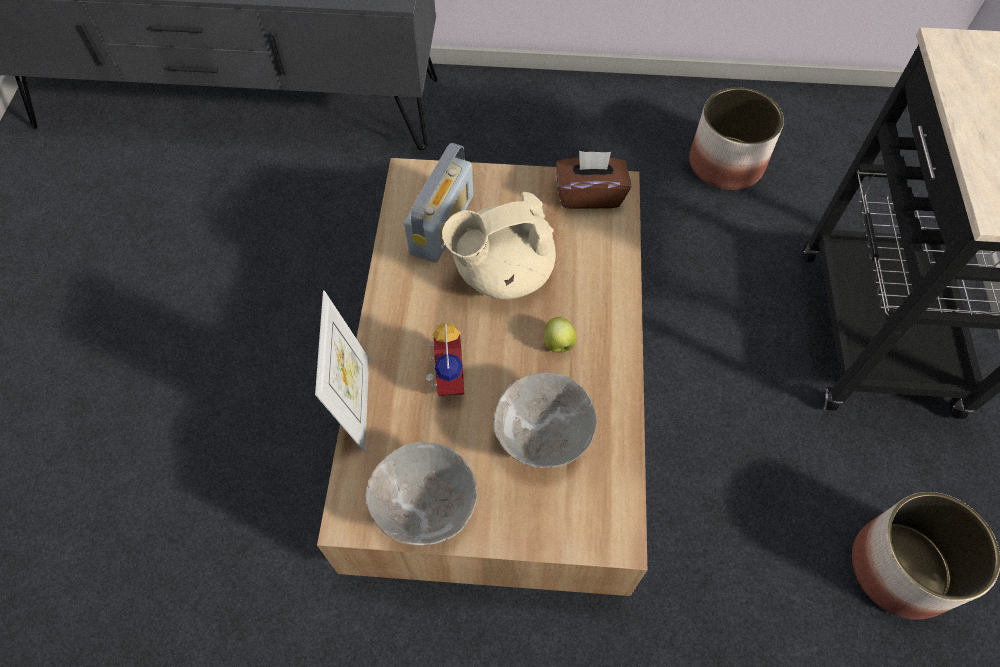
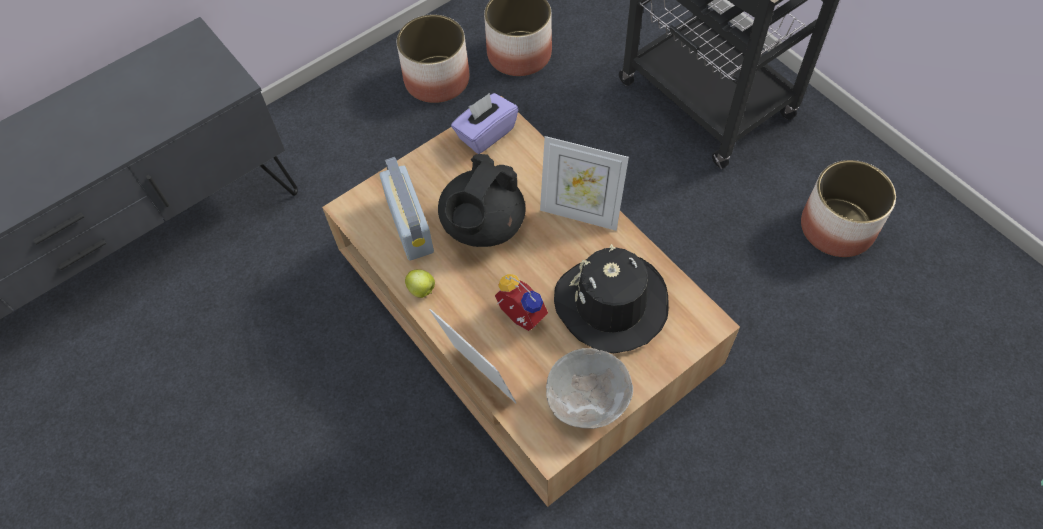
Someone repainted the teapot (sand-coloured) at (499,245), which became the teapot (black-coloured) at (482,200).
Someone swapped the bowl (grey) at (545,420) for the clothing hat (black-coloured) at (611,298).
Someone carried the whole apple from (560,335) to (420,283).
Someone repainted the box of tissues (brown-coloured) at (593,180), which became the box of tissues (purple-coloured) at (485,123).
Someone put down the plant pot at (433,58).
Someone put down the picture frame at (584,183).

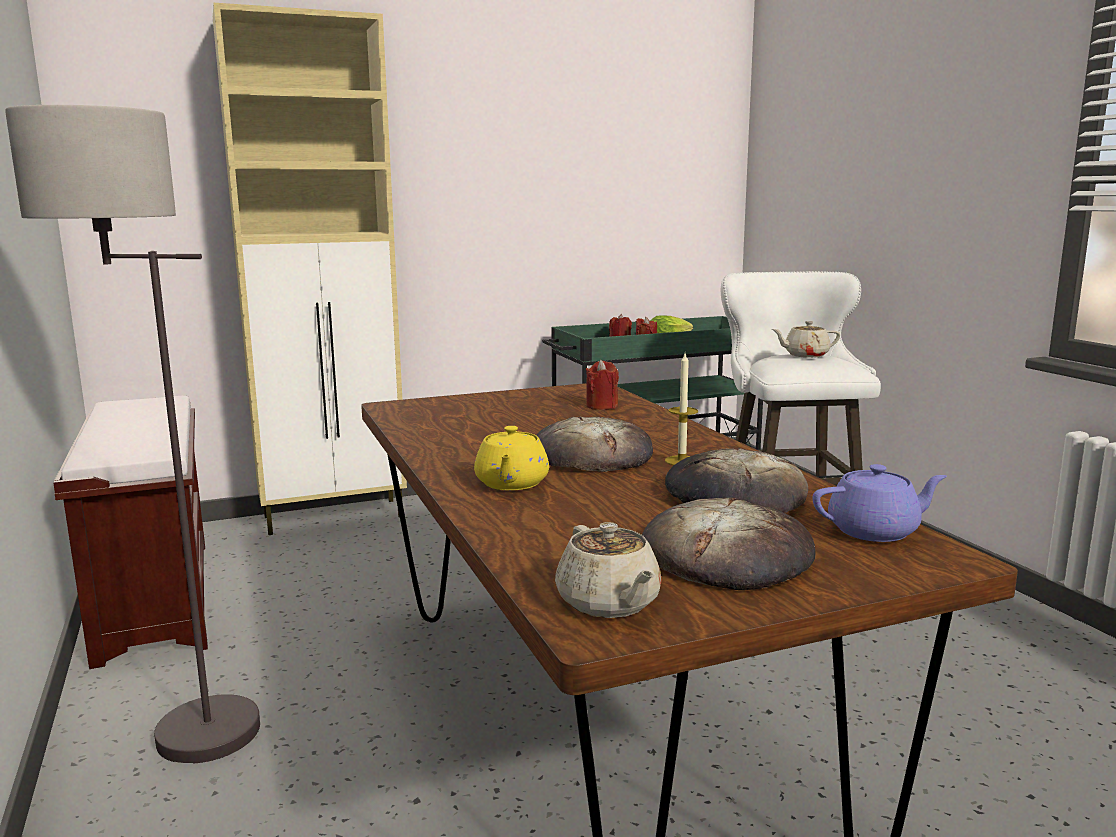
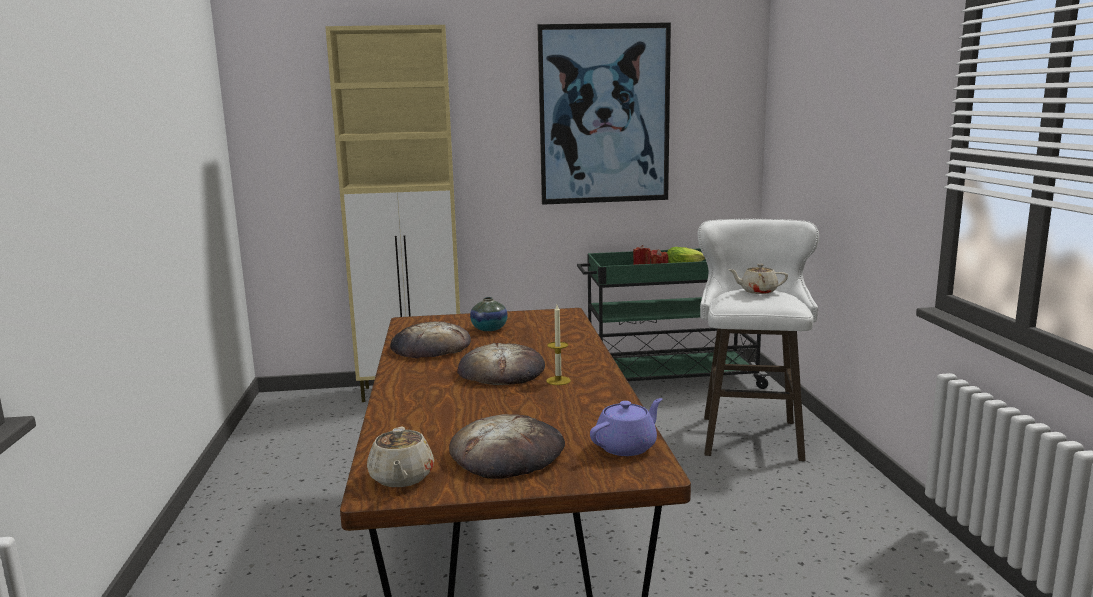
Someone took away the standard lamp (grey) at (132,434).
Someone took away the long seat (brown-coloured) at (130,532).
Someone took away the teapot (yellowish) at (511,458).
Someone took away the candle (red) at (602,385).
Someone carried the baked bread from (736,480) to (430,339).
Someone rotated the teapot (purple-coloured) at (879,503) by 45 degrees counterclockwise.
Someone put down the decorative vase at (489,314).
Someone put up the picture at (604,113).

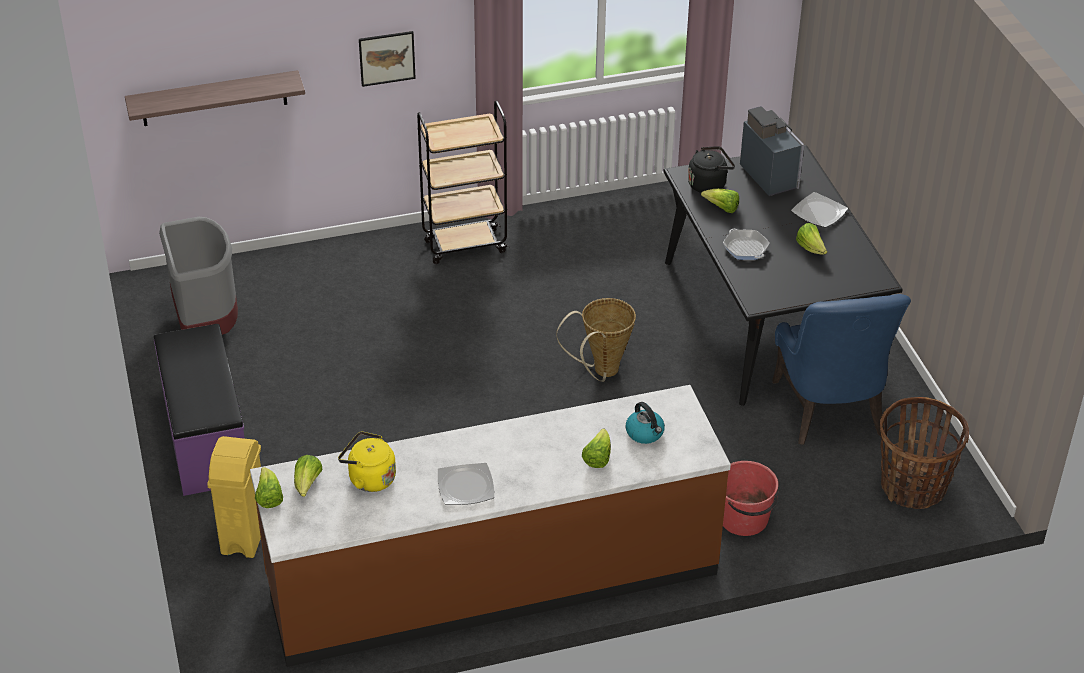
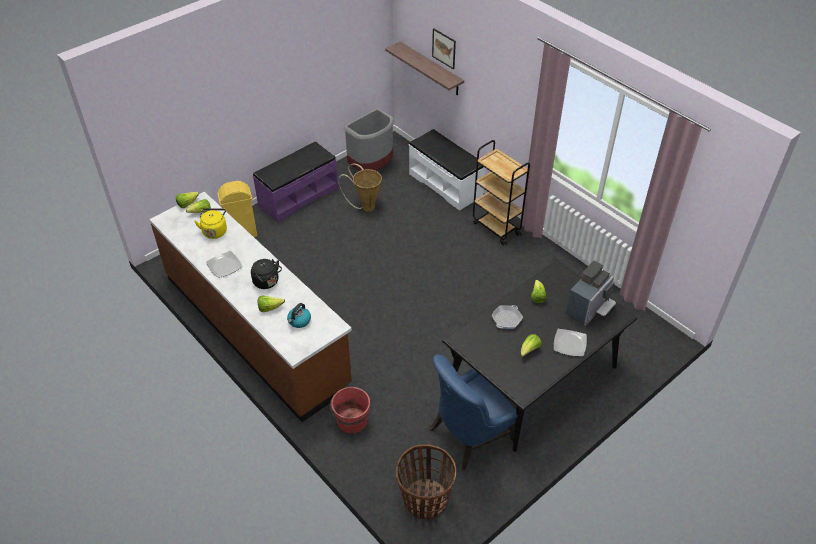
Someone carried the picture from (387,59) to (444,48).
Someone carried the household basket from (596,340) to (360,188).
Someone carried the water kettle (black-coloured) from (711,170) to (266,274).
Someone put down the long seat (white) at (447,170).

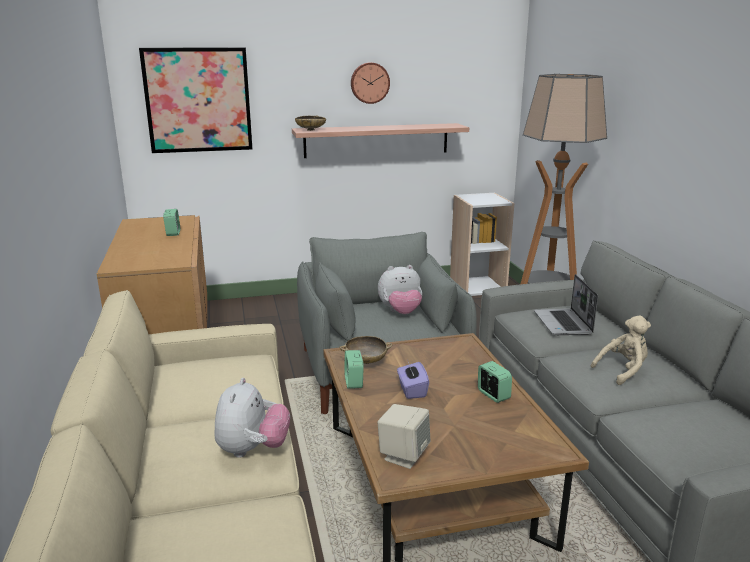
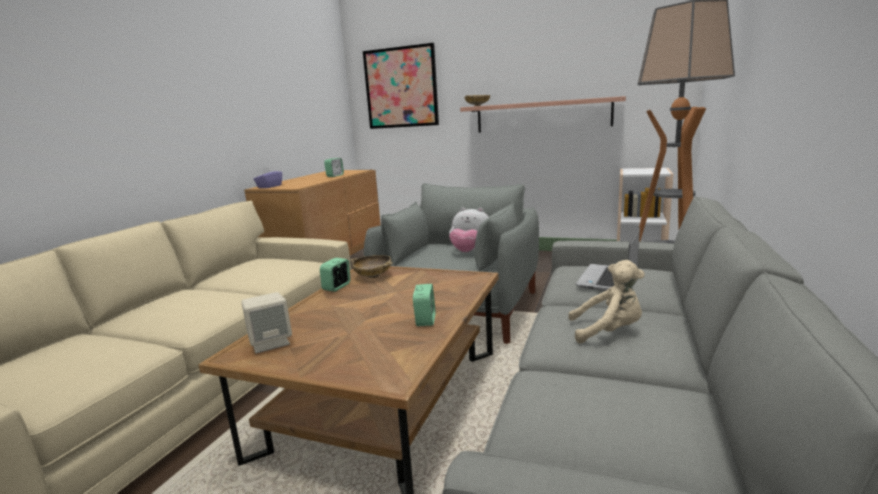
Someone took away the cuddly toy at (252,418).
Someone took away the hanging clock at (370,83).
Someone carried the box of tissues (purple-coloured) from (413,380) to (268,177).

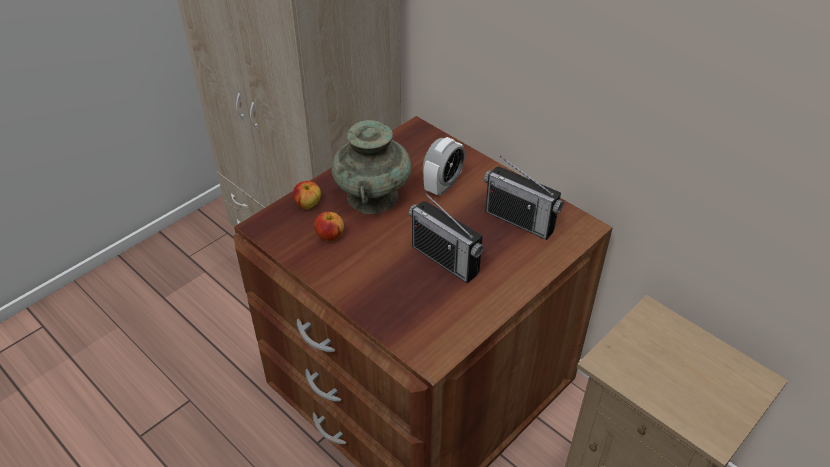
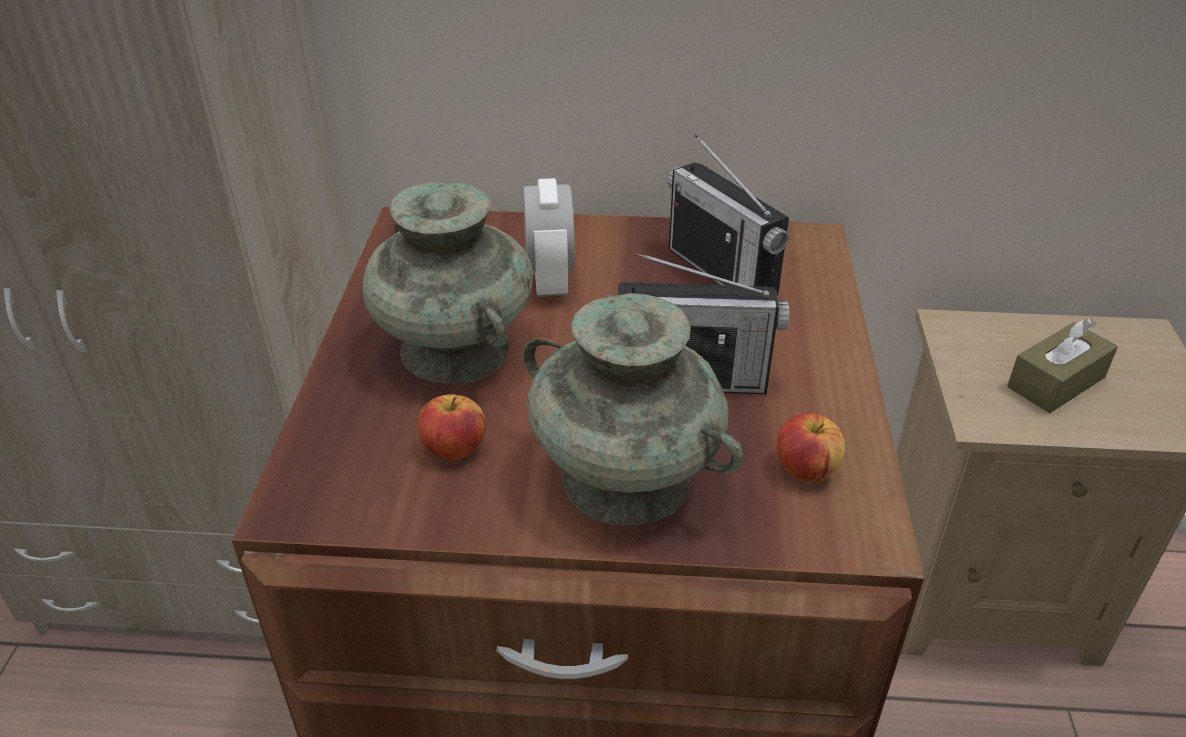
Someone carried the whole apple from (307,195) to (811,447).
Someone rotated the radio set at (524,198) by 60 degrees clockwise.
Someone put down the decorative vase (turquoise) at (632,409).
Someone put down the box of tissues (brown-coloured) at (1062,365).

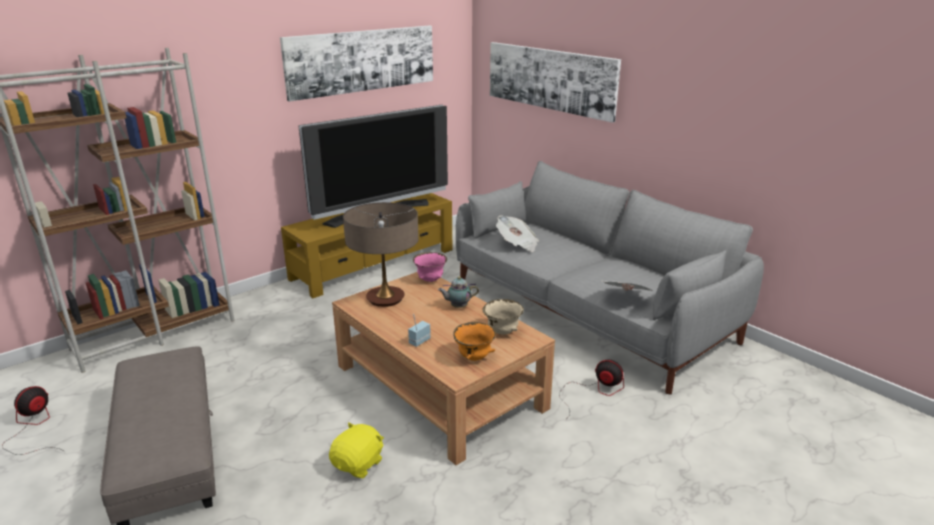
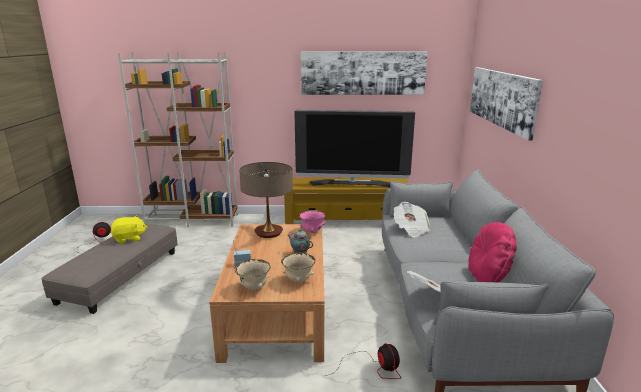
Someone carried the cuddly toy (yellowish) from (356,450) to (129,229).
Someone repainted the bowl (orange-coloured) at (474,341), which became the bowl (sand-coloured) at (253,274).
Someone put down the throw pillow (pink) at (492,252).

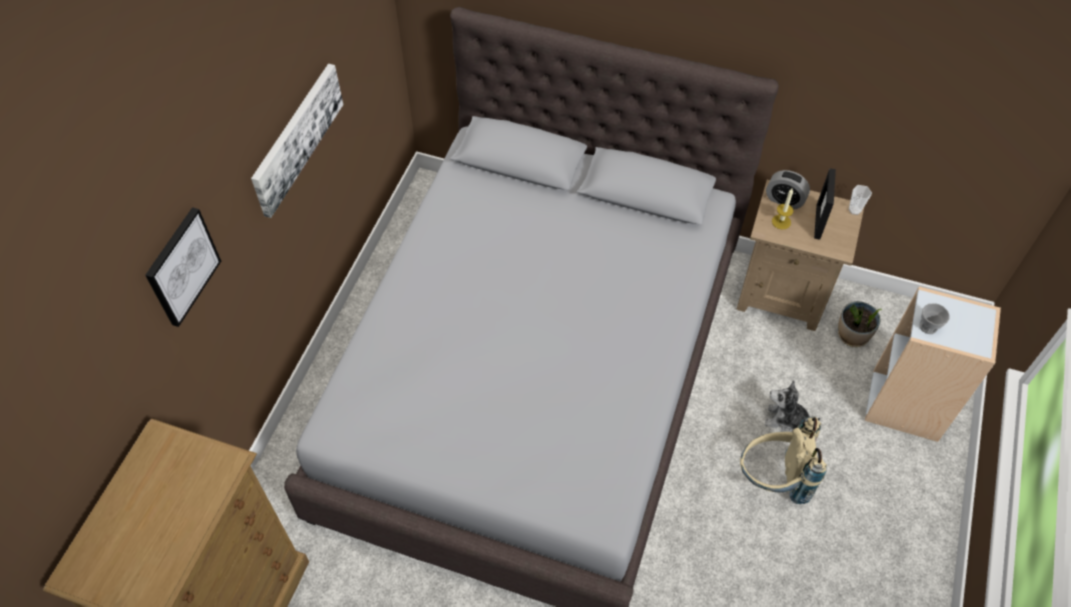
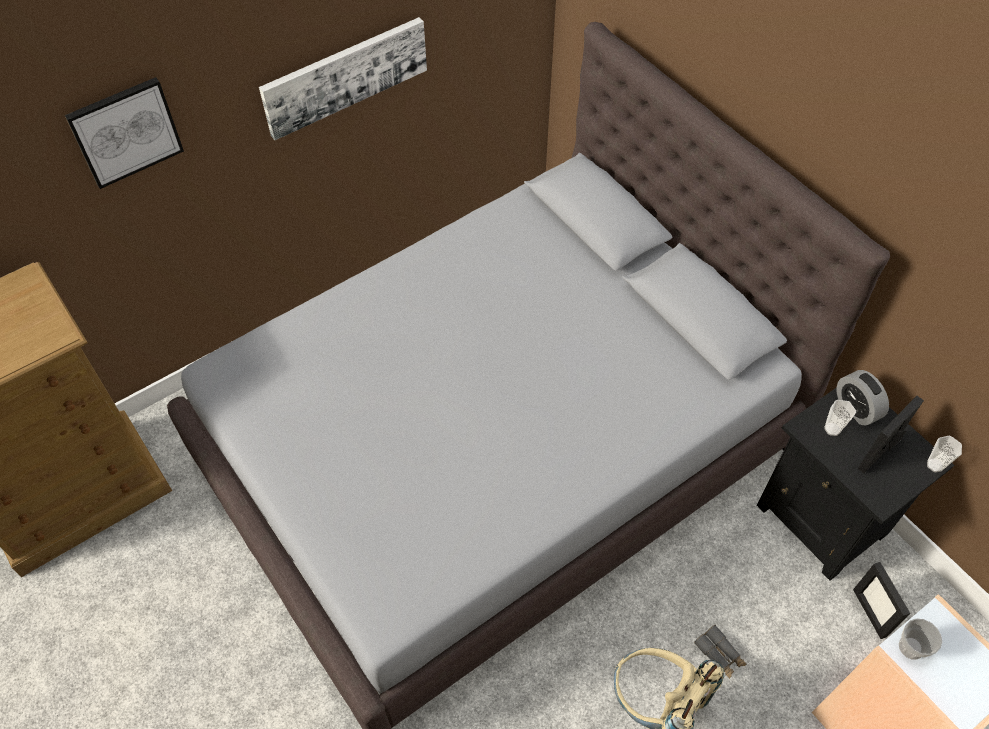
Someone repainted the nightstand (sand-coloured) at (800,255), which became the nightstand (black-coloured) at (855,484).
Someone swapped the cuddly toy at (792,406) for the pair of binoculars (grey) at (720,652).
Someone swapped the candle at (783,209) for the drinking cup at (840,418).
Someone swapped the potted plant at (860,324) for the picture frame at (881,600).

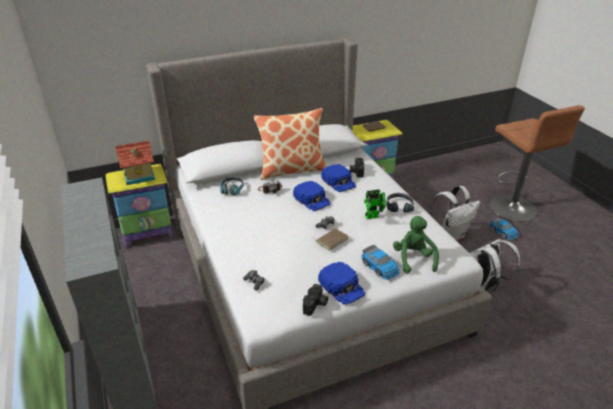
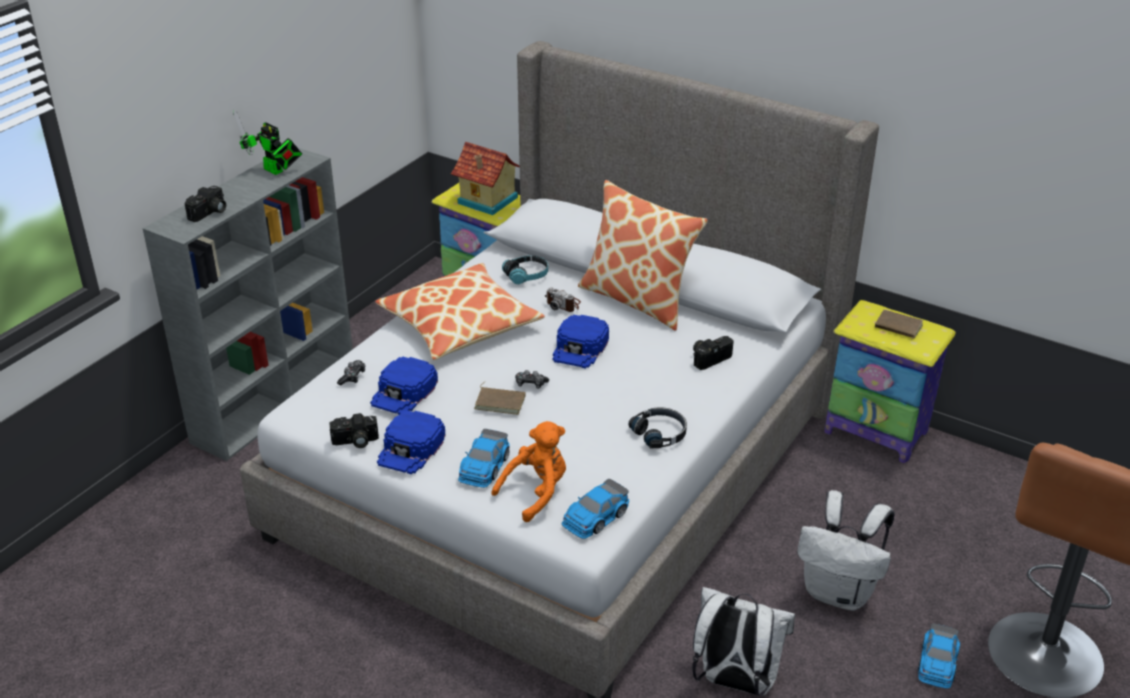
Someone carried the cap (blue-coloured) from (338,178) to (404,386).
Someone carried the robot figure from (375,204) to (267,142).
Someone repainted the cuddly toy (green-coloured) at (416,244), which became the cuddly toy (orange-coloured) at (528,471).
Someone put down the still camera at (205,204).
Someone put down the throw pillow at (460,311).
Someone put down the miniature car at (595,509).

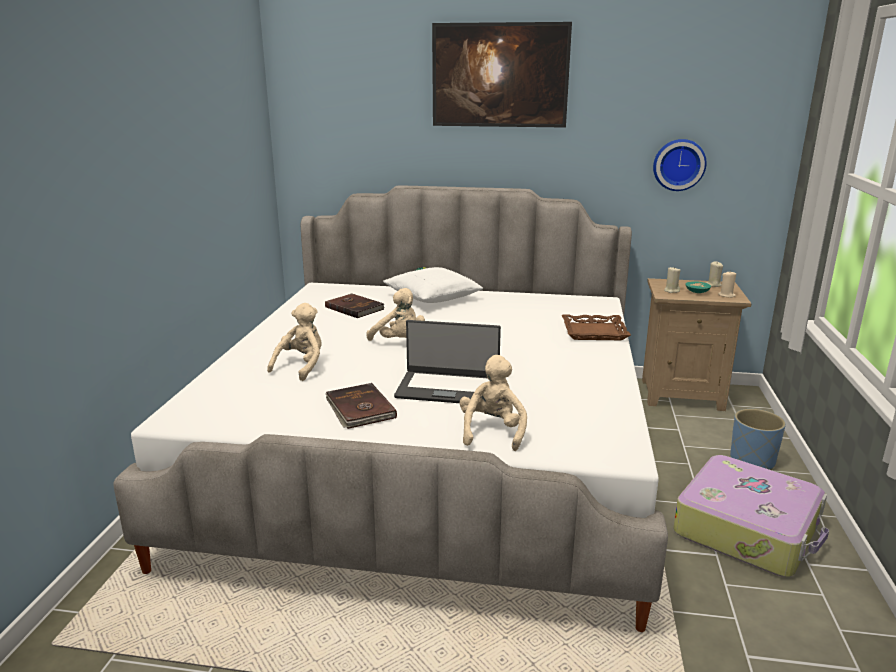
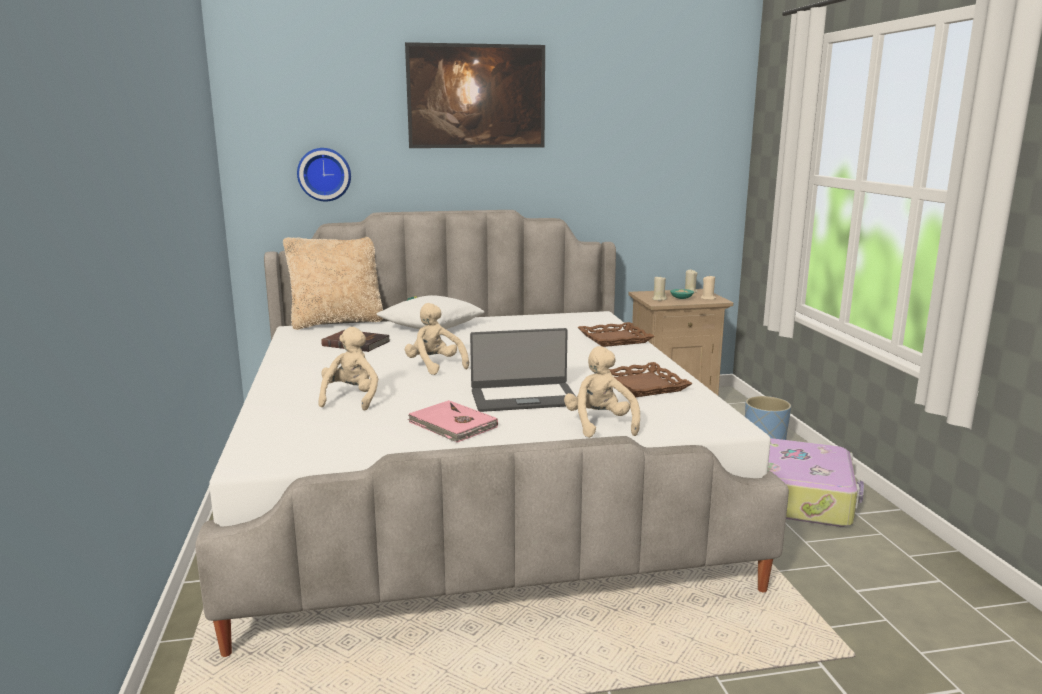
Someone repainted the book (brown-coloured) at (361,406), which became the book (pink) at (453,421).
Someone rotated the cuddly toy (sand-coloured) at (395,314) by 150 degrees counterclockwise.
Someone carried the hanging clock from (680,165) to (324,174).
Someone put down the throw pillow (sand-coloured) at (333,283).
Someone put down the carrying tray (brown-coloured) at (651,379).

